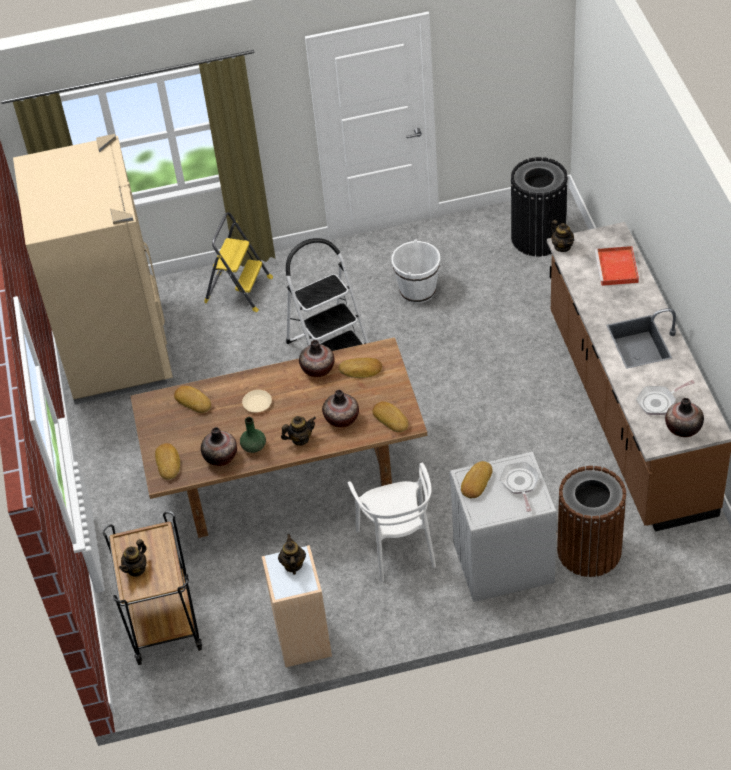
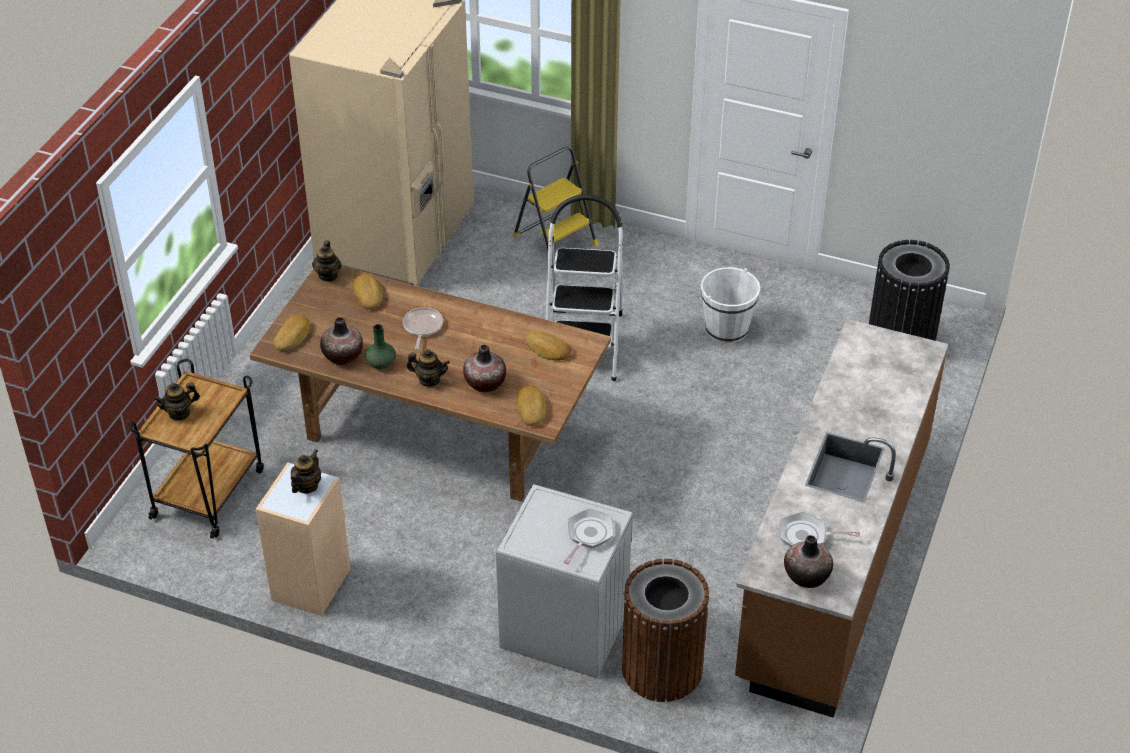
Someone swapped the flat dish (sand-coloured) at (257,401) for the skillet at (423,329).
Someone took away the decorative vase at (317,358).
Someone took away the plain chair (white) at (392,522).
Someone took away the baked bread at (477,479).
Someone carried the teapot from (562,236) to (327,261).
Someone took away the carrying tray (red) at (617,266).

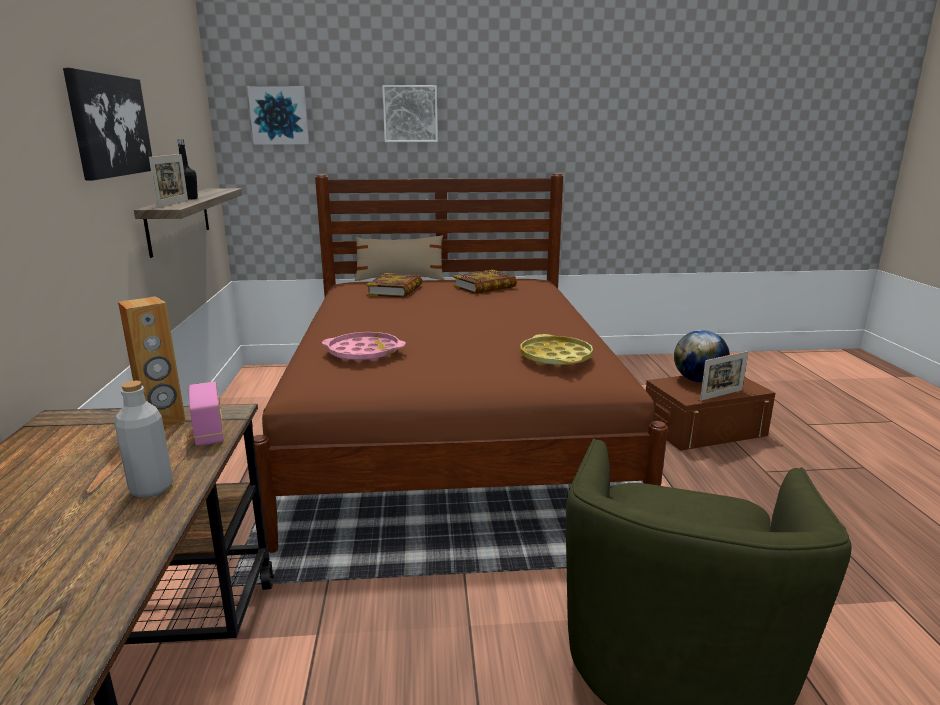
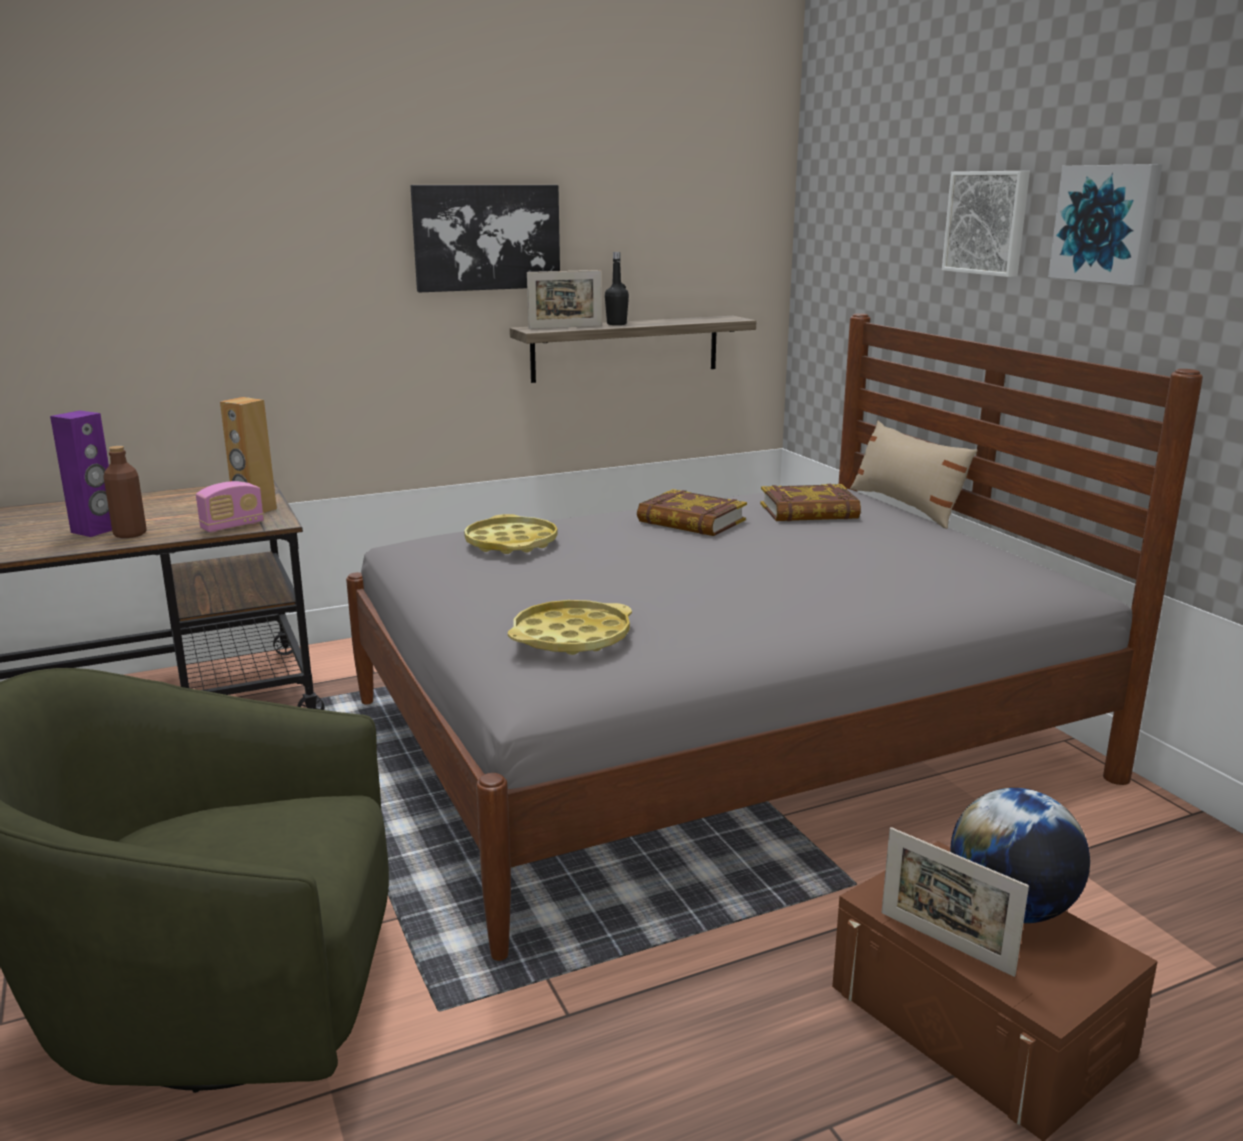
Someone repainted the drink bottle (grey) at (143,439), which became the drink bottle (brown-coloured) at (125,492).
Someone carried the picture from (278,115) to (1105,225).
Someone repainted the bedroom bed (brown-coloured) at (460,363), which became the bedroom bed (grey) at (774,637).
Someone repainted the carrying tray (pink) at (364,347), which became the carrying tray (yellowish) at (511,534).
Someone carried the book from (485,282) to (692,512).
Someone put down the speaker (purple-coloured) at (81,473).

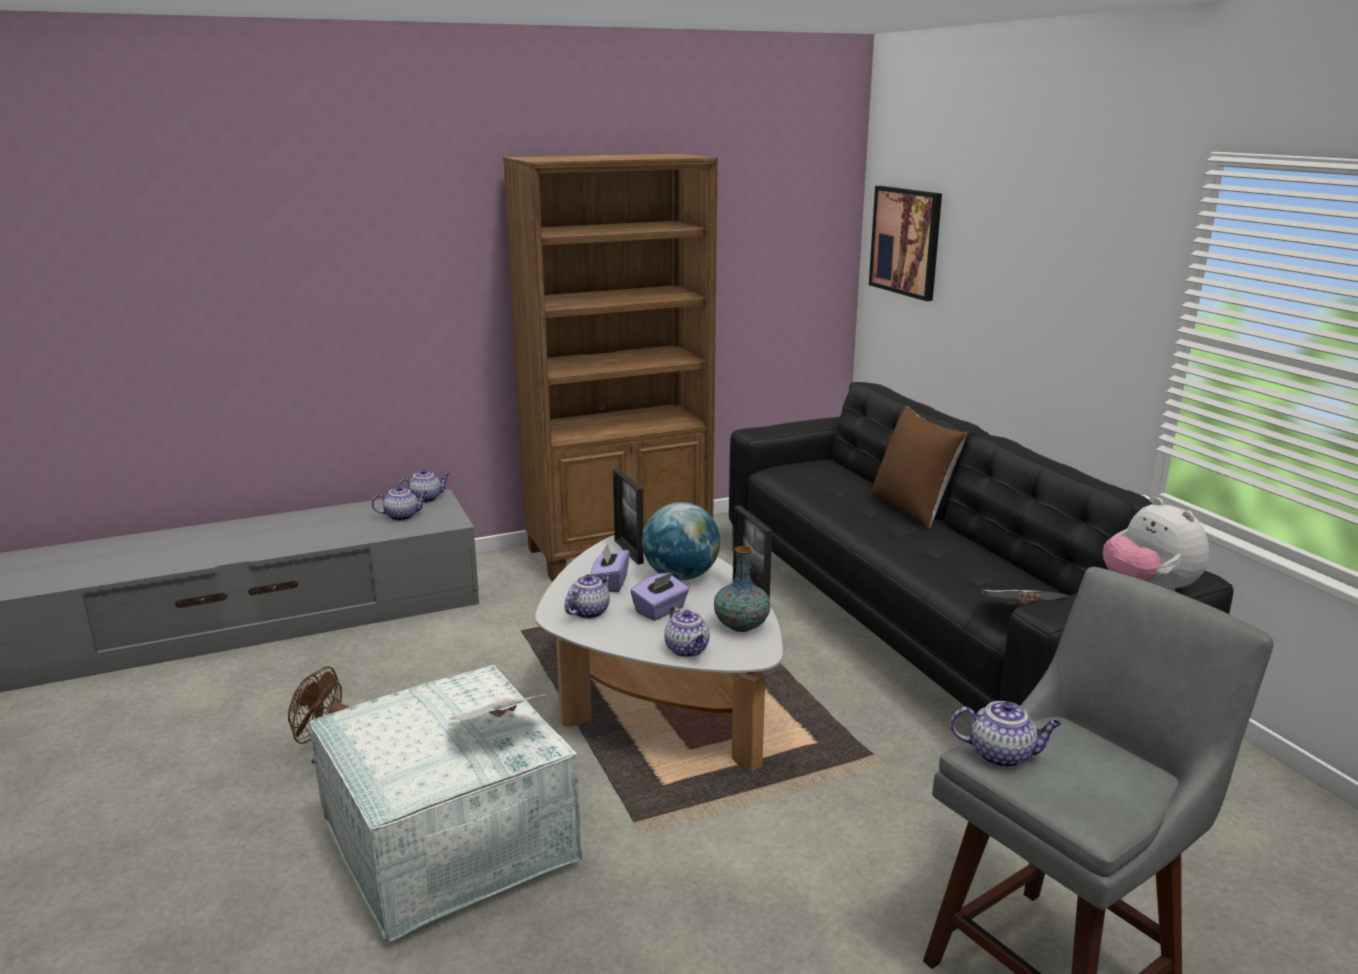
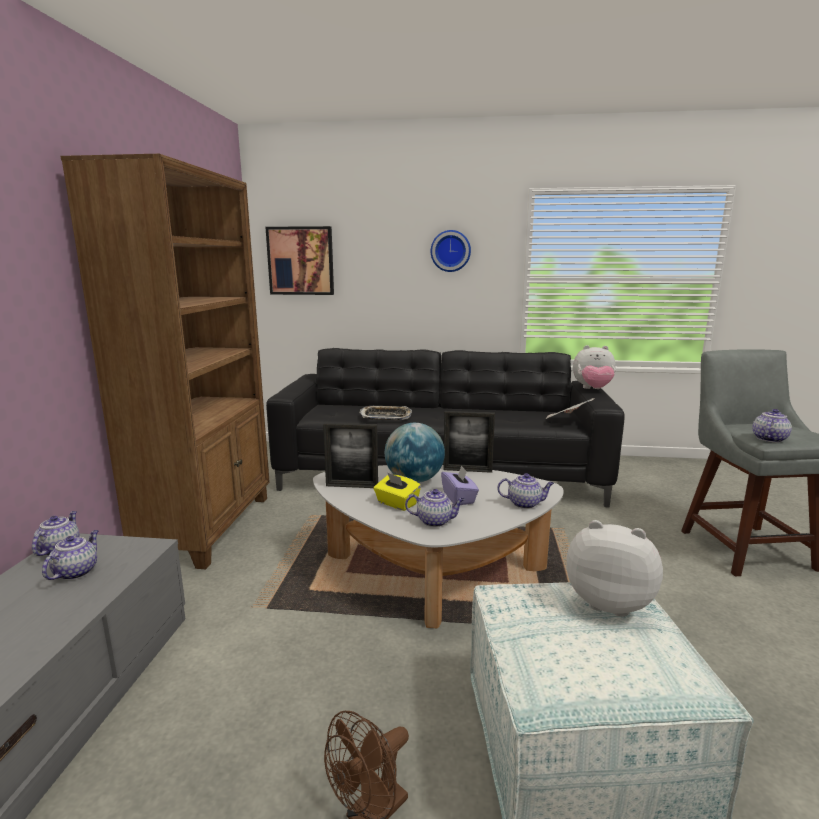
Someone swapped the printed paper at (499,707) for the cuddly toy at (614,568).
Someone rotated the teapot at (587,595) by 120 degrees clockwise.
Someone repainted the box of tissues (purple-coloured) at (610,567), which became the box of tissues (yellowish) at (397,491).
Someone took away the decorative vase at (742,589).
Someone took away the throw pillow (brown-coloured) at (919,467).
Someone put down the carrying tray at (385,413).
Someone put up the hanging clock at (451,251).

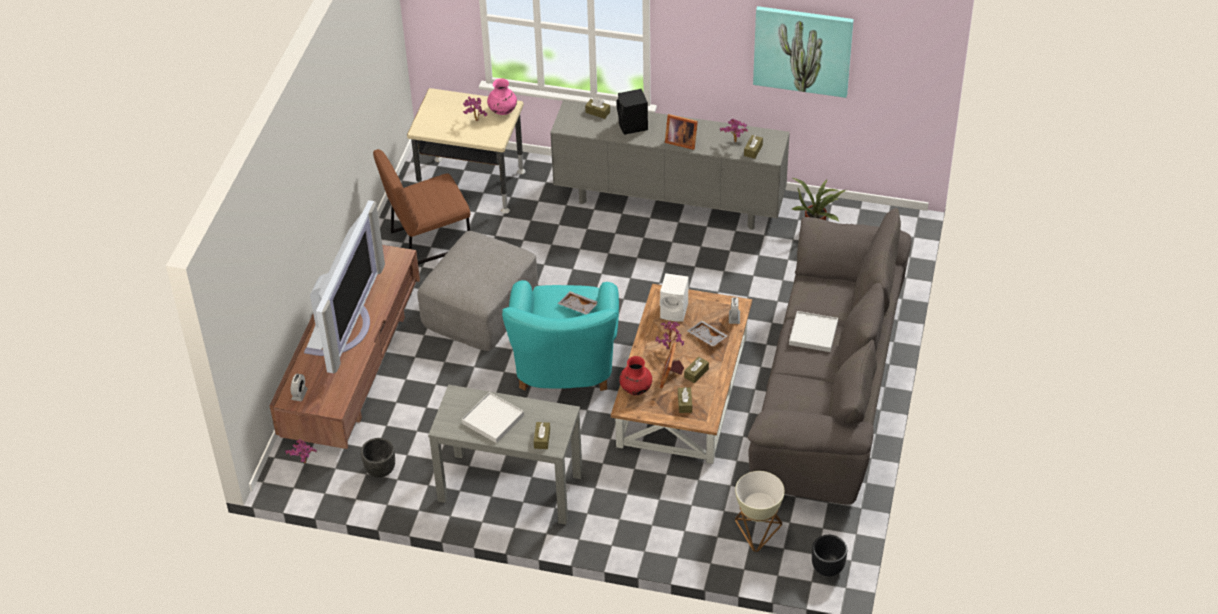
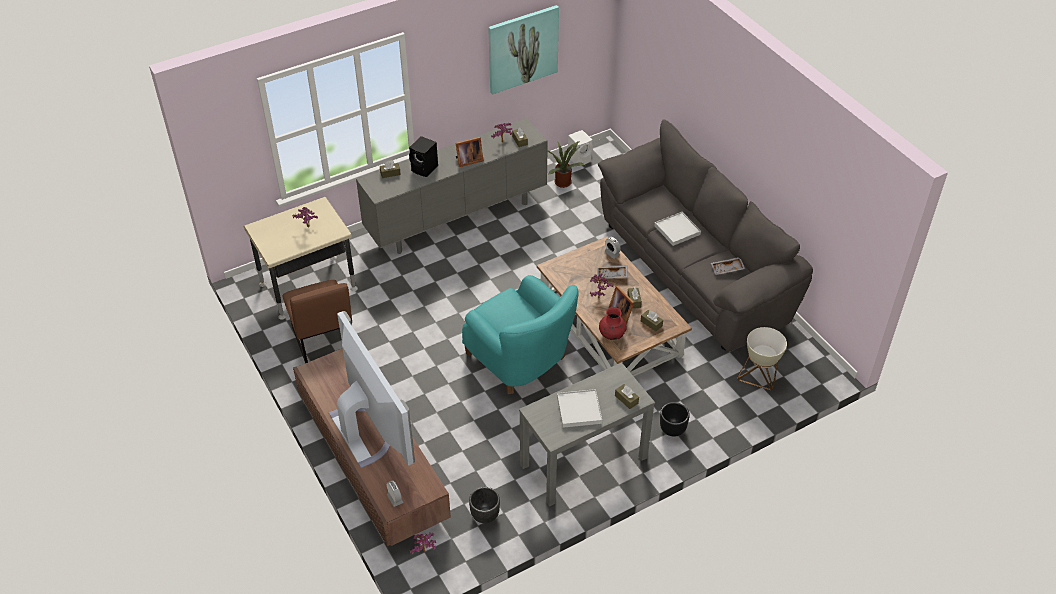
Someone rotated the plain chair (brown-coloured) at (421,207) by 45 degrees counterclockwise.
Someone took away the ottoman (grey) at (477,291).
Someone took away the decorative vase (pink) at (502,96).
Someone carried the carrying tray (grey) from (577,302) to (728,266).
Someone carried the speaker (white) from (674,297) to (580,148).
Someone carried the plant pot (black-coloured) from (829,556) to (675,419).

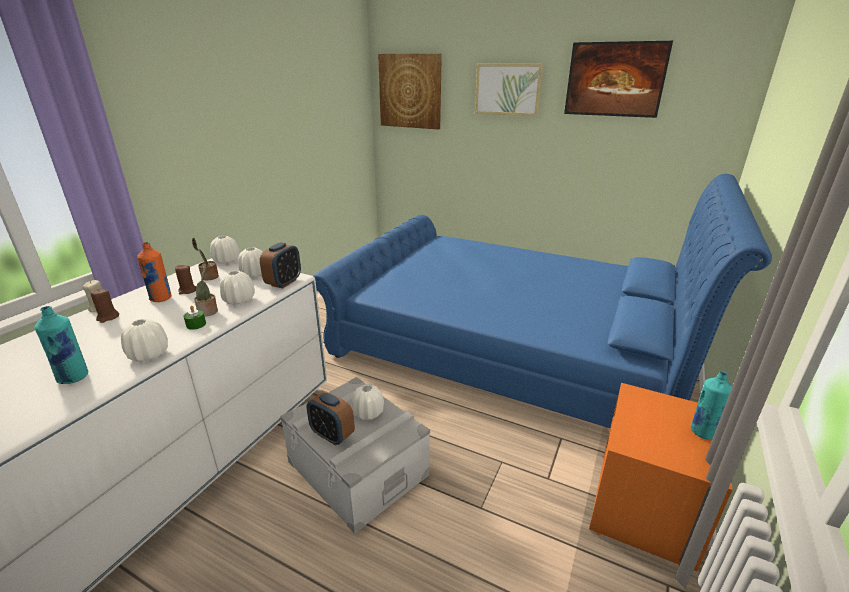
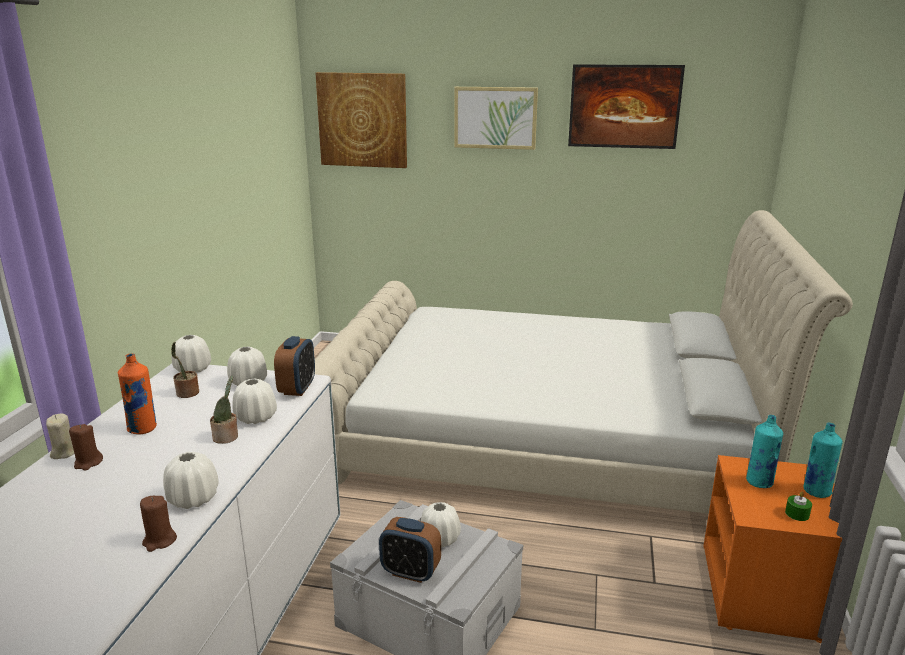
Someone carried the drink bottle (turquoise) from (61,345) to (764,451).
Someone carried the candle (brown-coloured) from (185,280) to (158,524).
Someone carried the candle (green-coloured) from (195,317) to (798,506).
Someone repainted the bedroom bed (blue-coloured) at (542,301), which became the bedroom bed (sand-coloured) at (584,362).

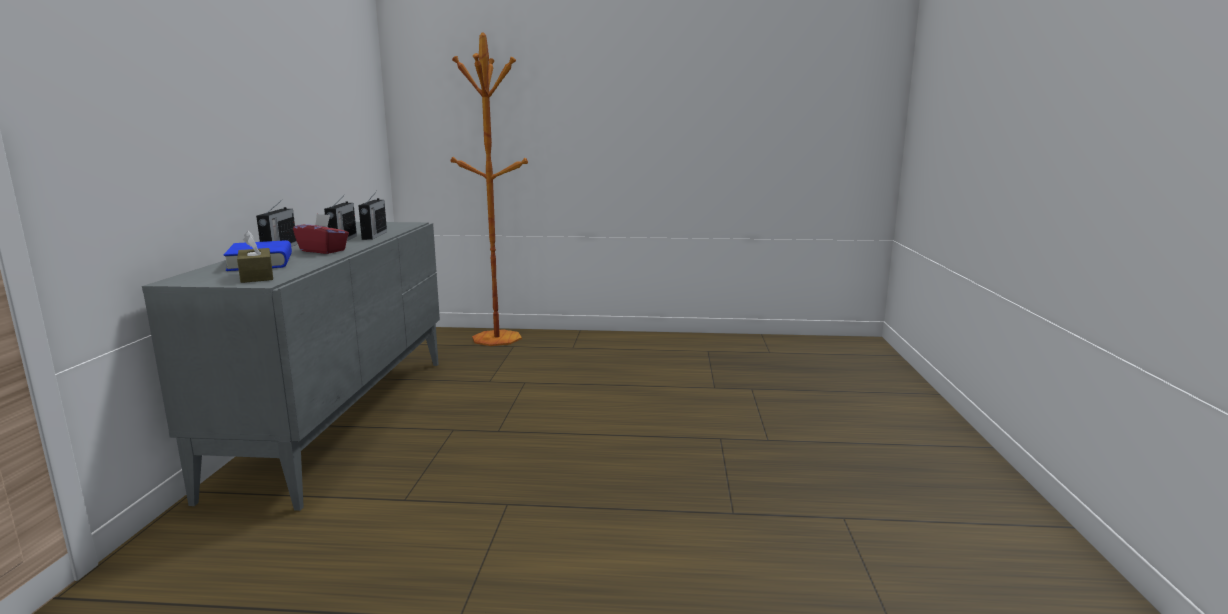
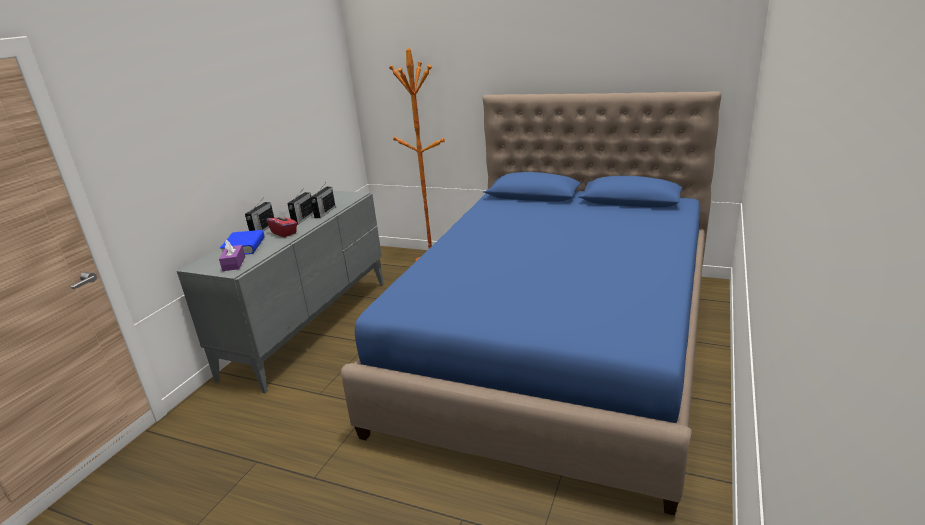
Someone repainted the box of tissues (brown-coloured) at (255,257), which became the box of tissues (purple-coloured) at (232,255).
Someone put down the bedroom bed (blue-coloured) at (531,303).

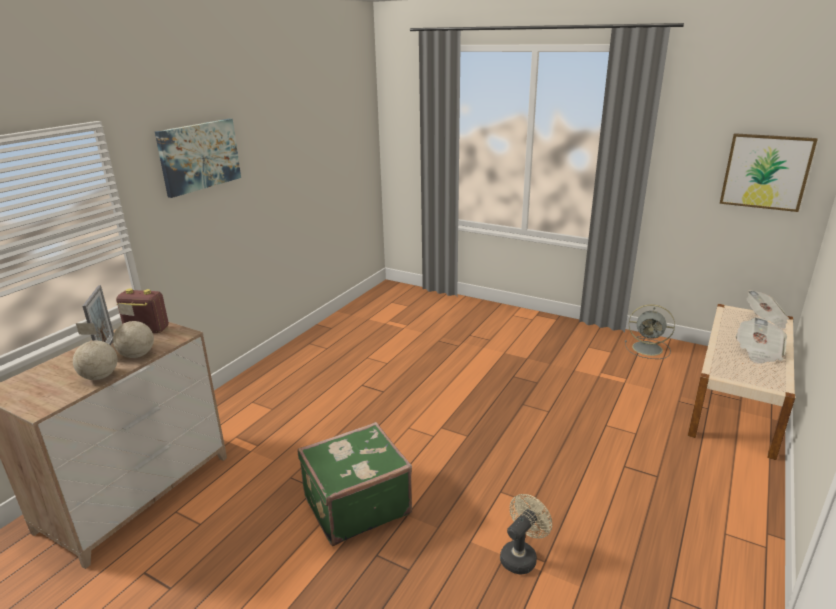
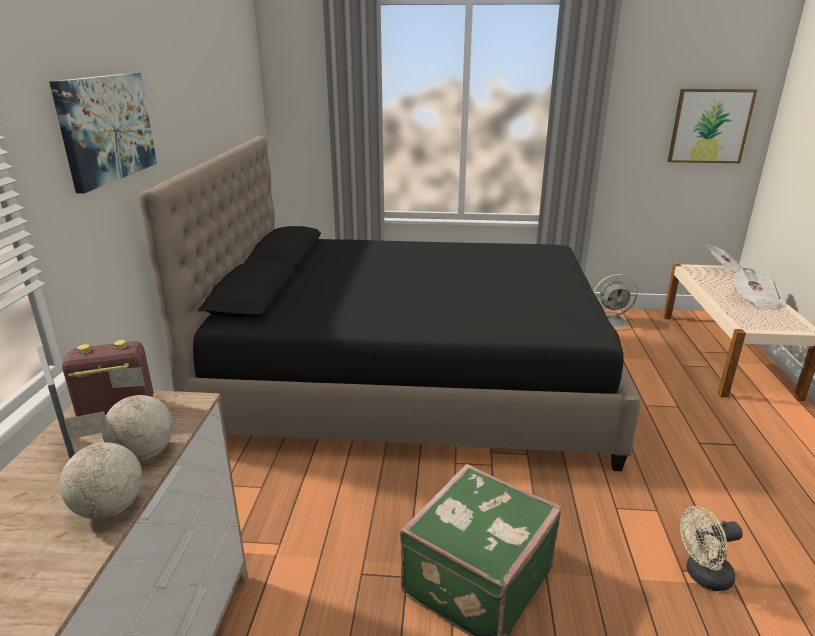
Someone rotated the cooling fan (sand-coloured) at (526,534) by 120 degrees counterclockwise.
Someone put down the bedroom bed (black-coloured) at (390,303).

